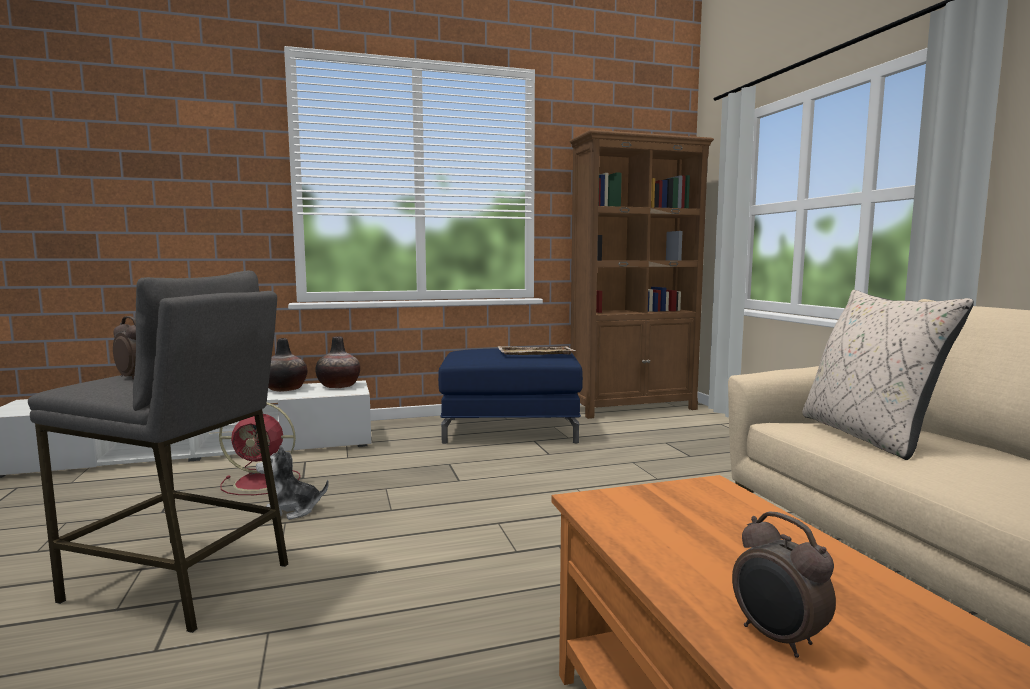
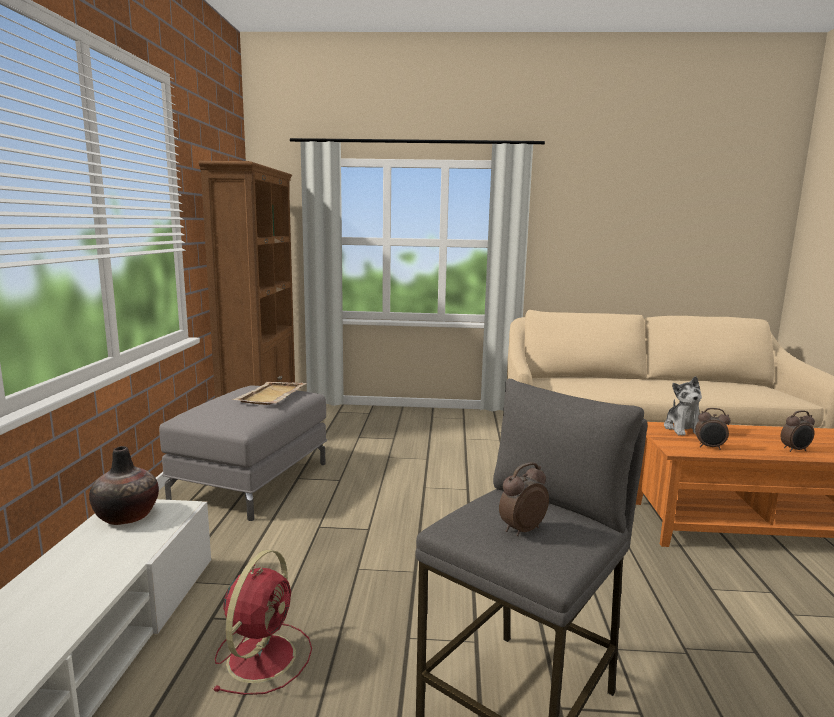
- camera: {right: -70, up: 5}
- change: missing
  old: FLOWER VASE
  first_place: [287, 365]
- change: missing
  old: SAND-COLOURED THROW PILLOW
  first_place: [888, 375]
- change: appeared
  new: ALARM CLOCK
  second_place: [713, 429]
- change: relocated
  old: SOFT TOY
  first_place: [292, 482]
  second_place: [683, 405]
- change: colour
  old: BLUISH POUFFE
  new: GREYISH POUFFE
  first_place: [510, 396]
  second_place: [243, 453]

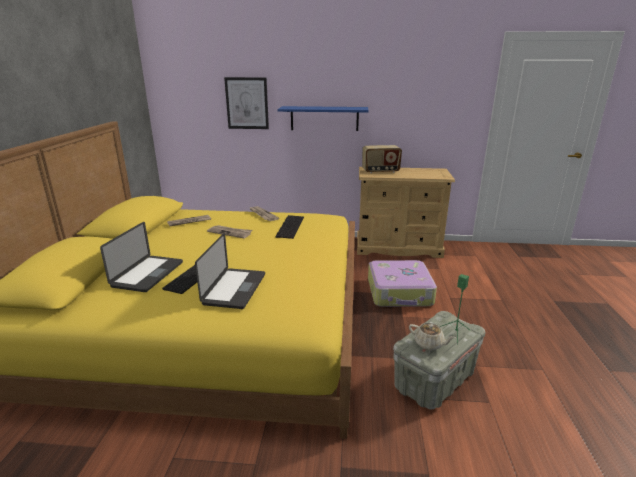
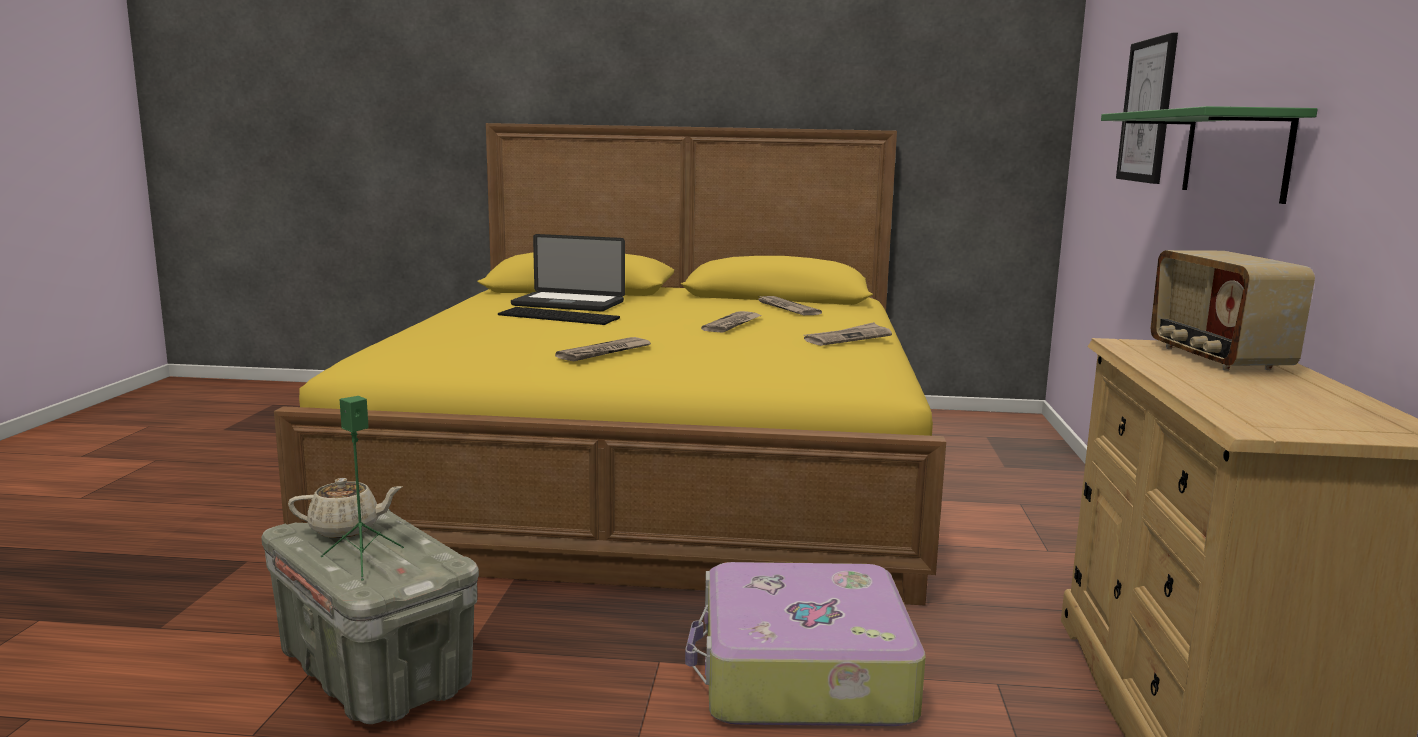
- camera: {right: 90, up: -10}
- change: missing
  old: PORTABLE COMPUTER
  first_place: [230, 271]
- change: missing
  old: PC KEYBOARD
  first_place: [290, 227]
- change: appeared
  new: DAILY PAPER
  second_place: [603, 349]
- change: colour
  old: BLUISH WALL SHELF
  new: GREEN-COLOURED WALL SHELF
  first_place: [323, 118]
  second_place: [1209, 155]
- change: spun
  old: SAND-COLOURED POT FOR TEA
  first_place: [432, 336]
  second_place: [345, 508]
  degrees: -135

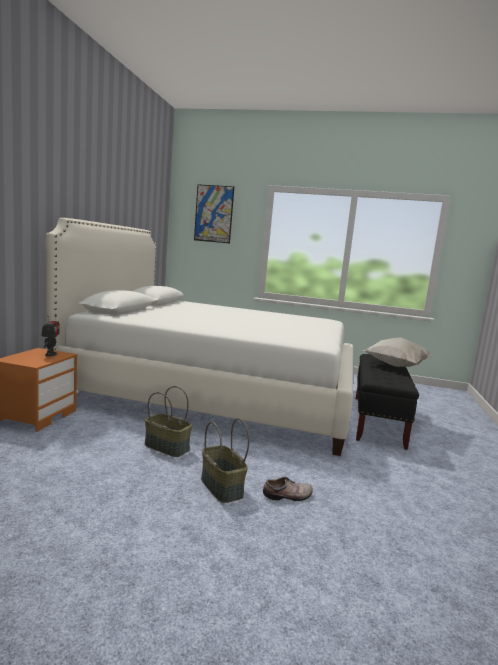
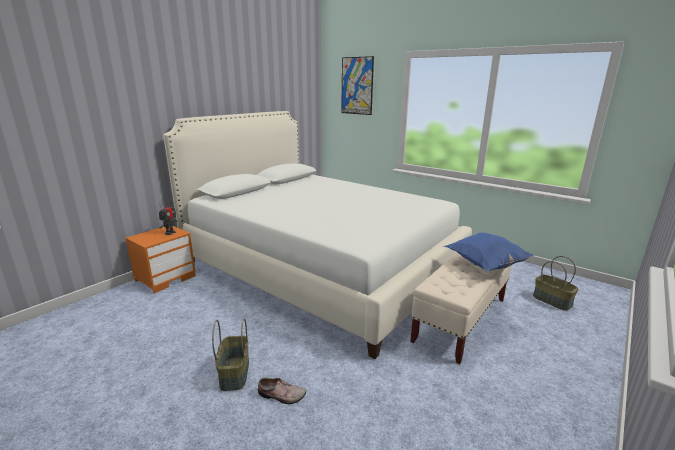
- camera: {right: 25, up: 10}
- change: relocated
  old: HOUSEHOLD BASKET
  first_place: [168, 421]
  second_place: [555, 283]
- change: colour
  old: BLACK-COLOURED BENCH
  new: SAND-COLOURED BENCH
  first_place: [387, 402]
  second_place: [460, 308]
- change: colour
  old: WHITISH THROW PILLOW
  new: BLUISH THROW PILLOW
  first_place: [396, 352]
  second_place: [488, 252]

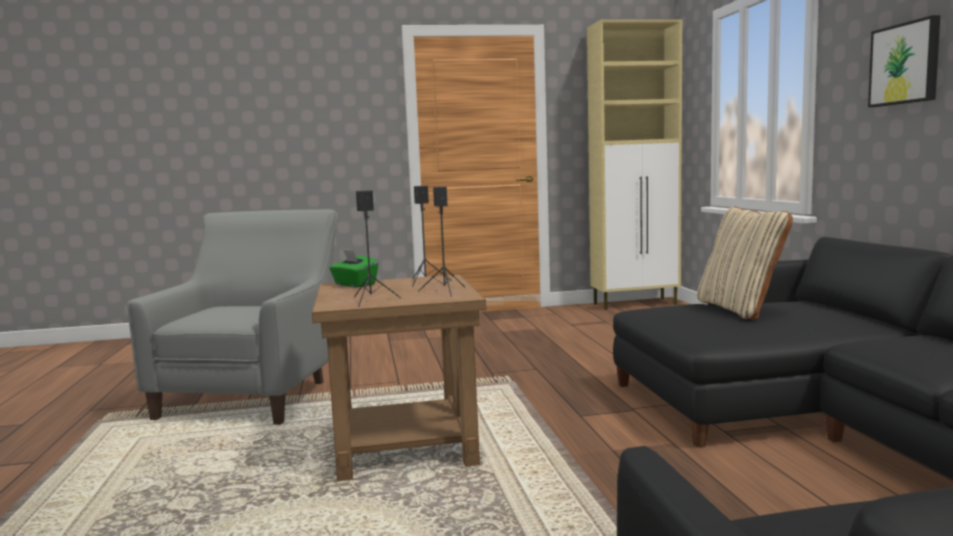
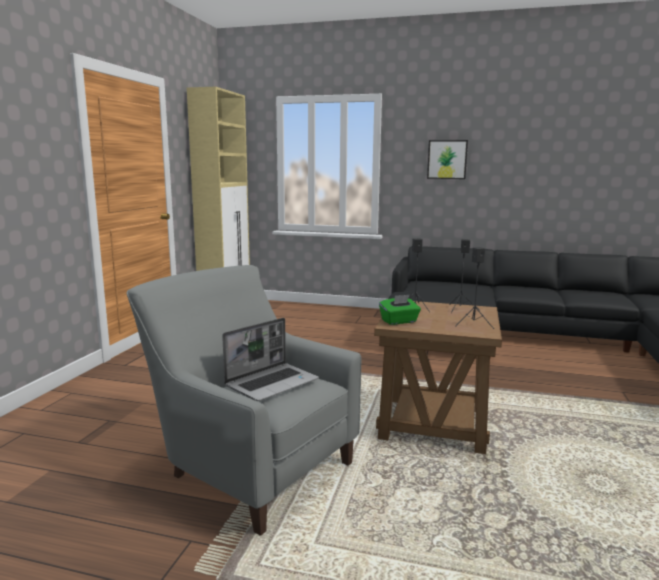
- camera: {right: -65, up: 5}
- change: missing
  old: SAND-COLOURED THROW PILLOW
  first_place: [745, 263]
- change: appeared
  new: PORTABLE COMPUTER
  second_place: [270, 359]

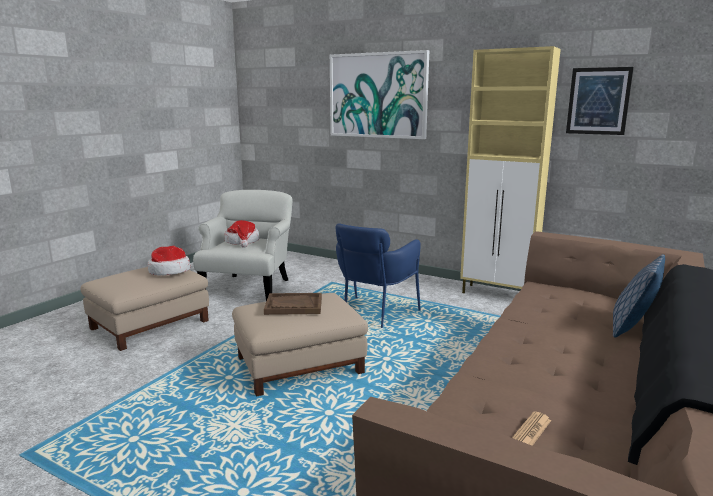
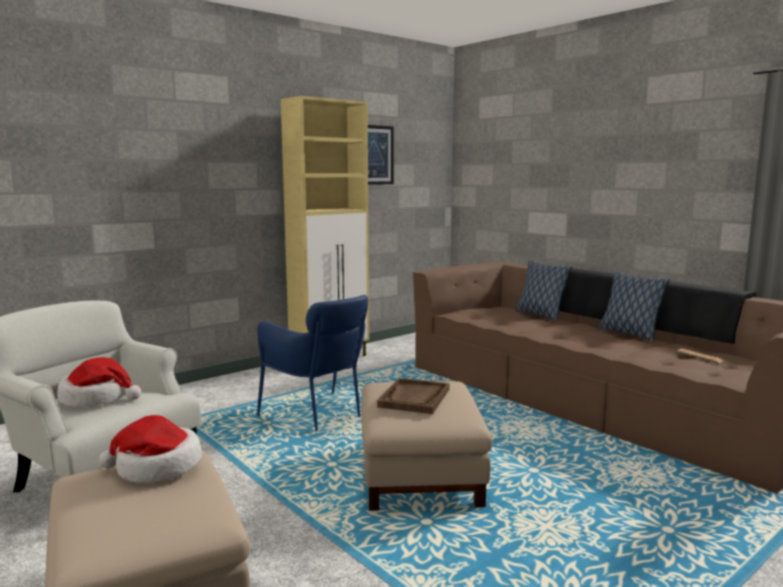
- camera: {right: -70, up: -5}
- change: missing
  old: WALL ART
  first_place: [379, 94]
- change: appeared
  new: THROW PILLOW
  second_place: [634, 306]

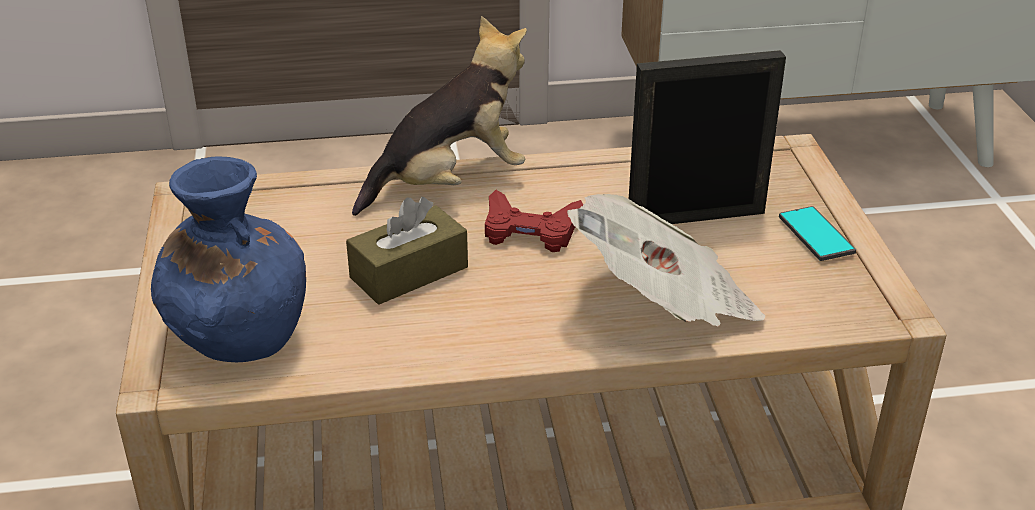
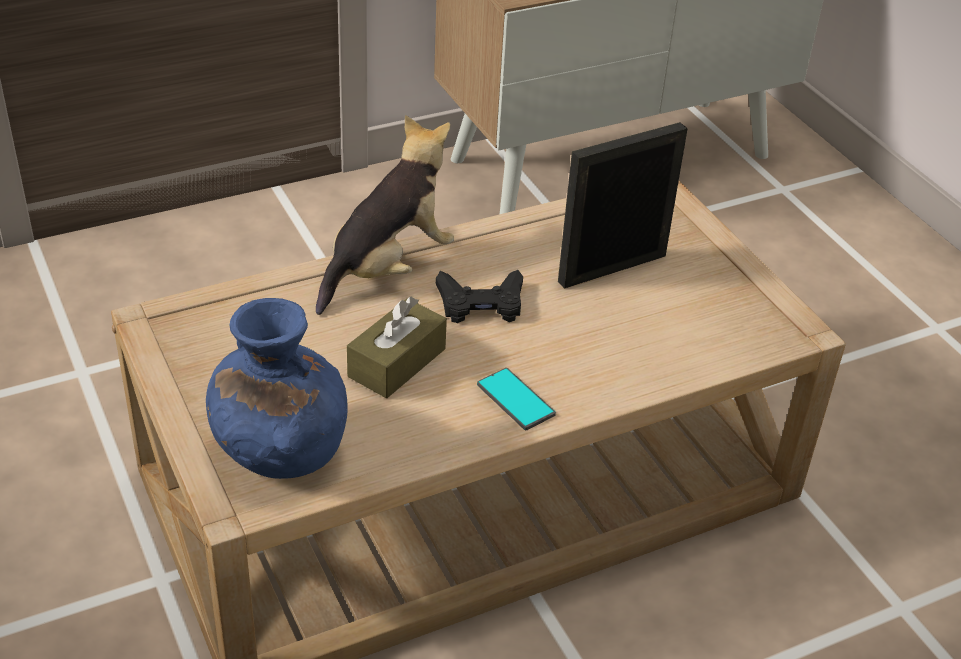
- camera: {right: -20, up: 5}
- change: missing
  old: DAILY PAPER
  first_place: [666, 260]
- change: relocated
  old: PHONE
  first_place: [817, 233]
  second_place: [516, 399]
- change: colour
  old: REDDISH GAMEPAD
  new: BLACK-COLOURED GAMEPAD
  first_place: [534, 221]
  second_place: [479, 296]

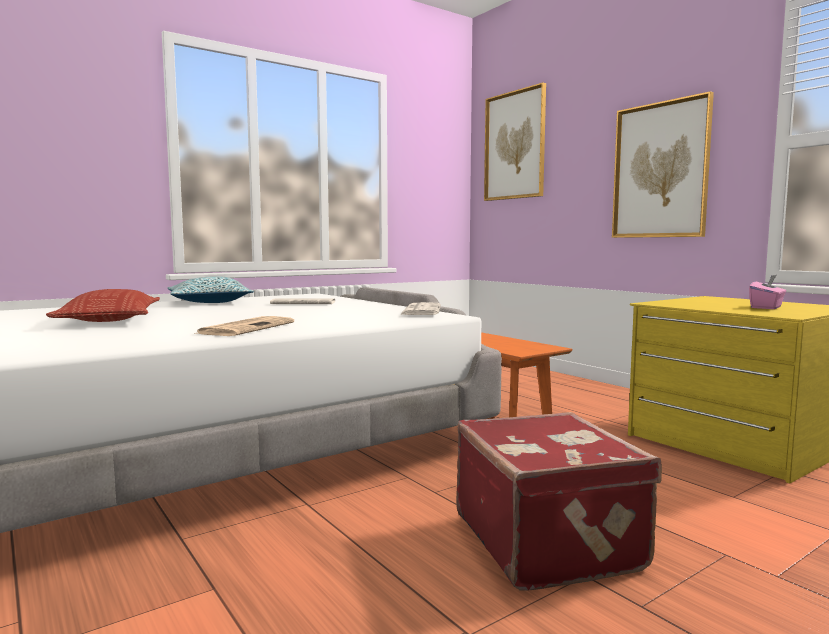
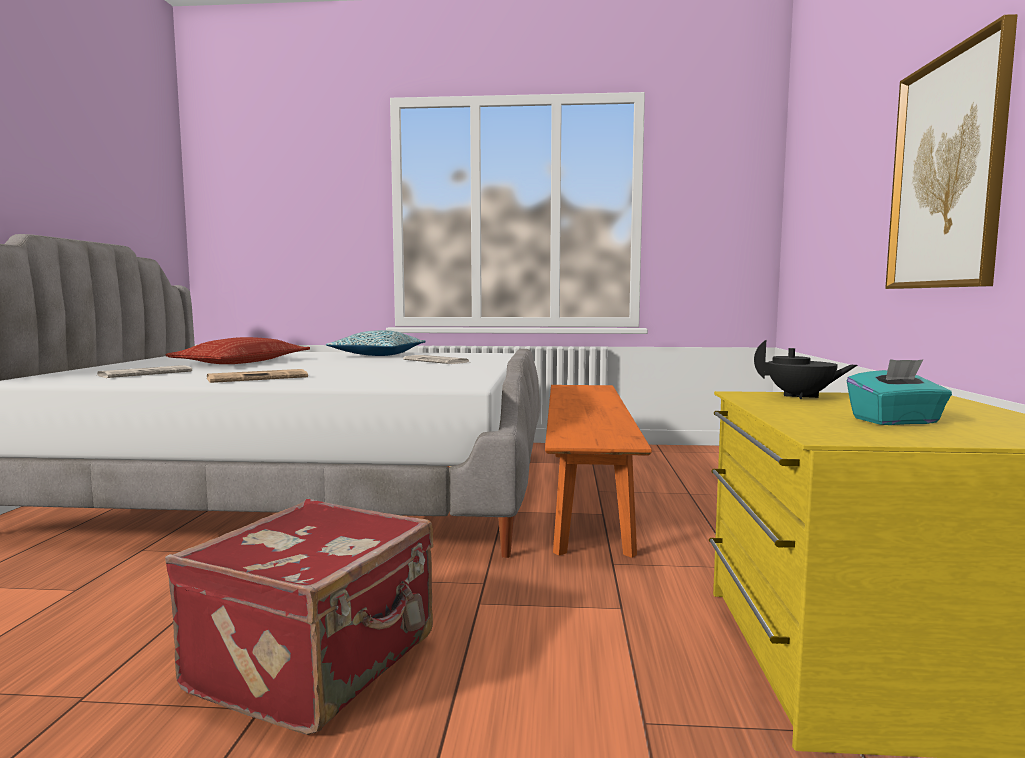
- camera: {right: 40, up: 0}
- change: missing
  old: WALL ART
  first_place: [515, 142]
- change: appeared
  new: BLACK-COLOURED POT FOR TEA
  second_place: [805, 369]
- change: relocated
  old: DAILY PAPER
  first_place: [420, 308]
  second_place: [144, 371]
- change: colour
  old: PINK TISSUE HOLDER
  new: BLUE-GREEN TISSUE HOLDER
  first_place: [767, 292]
  second_place: [899, 392]

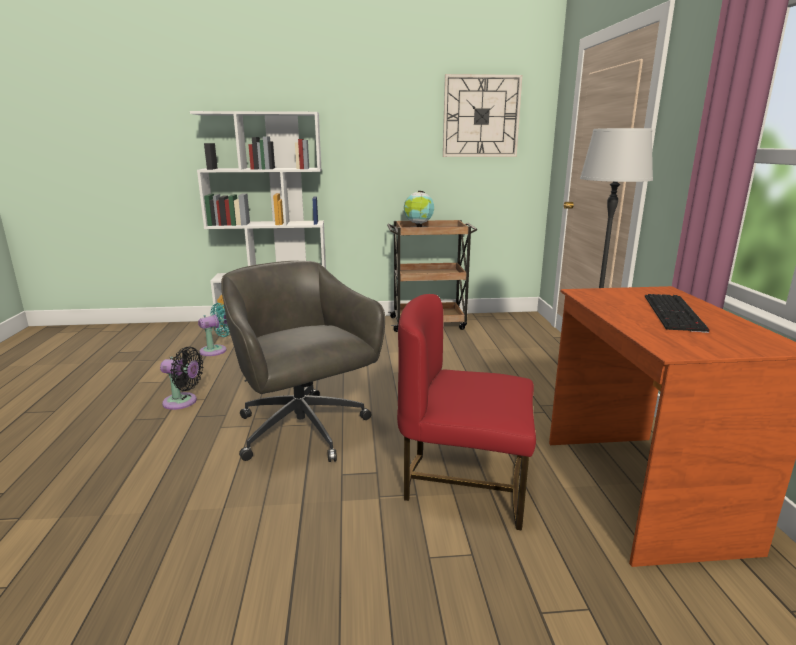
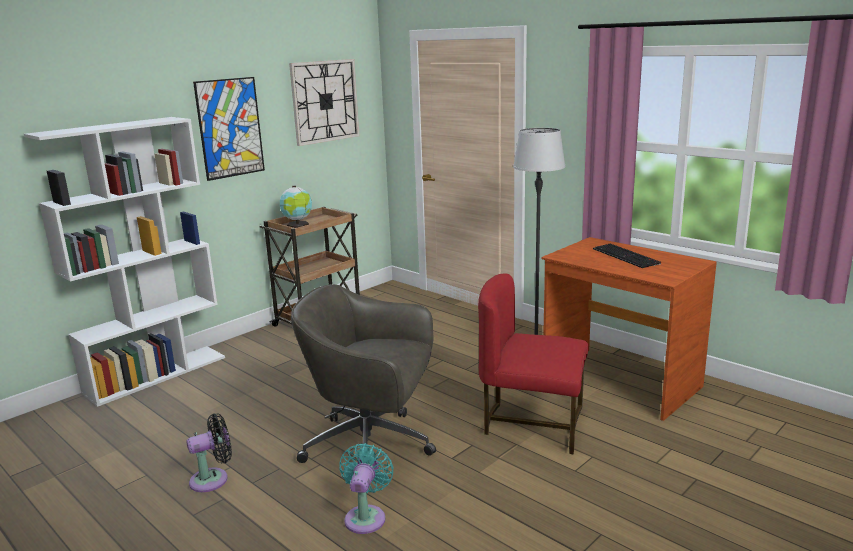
- camera: {right: -40, up: 0}
- change: appeared
  new: WALL ART
  second_place: [229, 129]
- change: relocated
  old: BLUE-GREEN COOLING FAN
  first_place: [214, 329]
  second_place: [366, 488]
- change: spun
  old: REDDISH UPRIGHT CHAIR
  first_place: [466, 412]
  second_place: [533, 364]
  degrees: 45

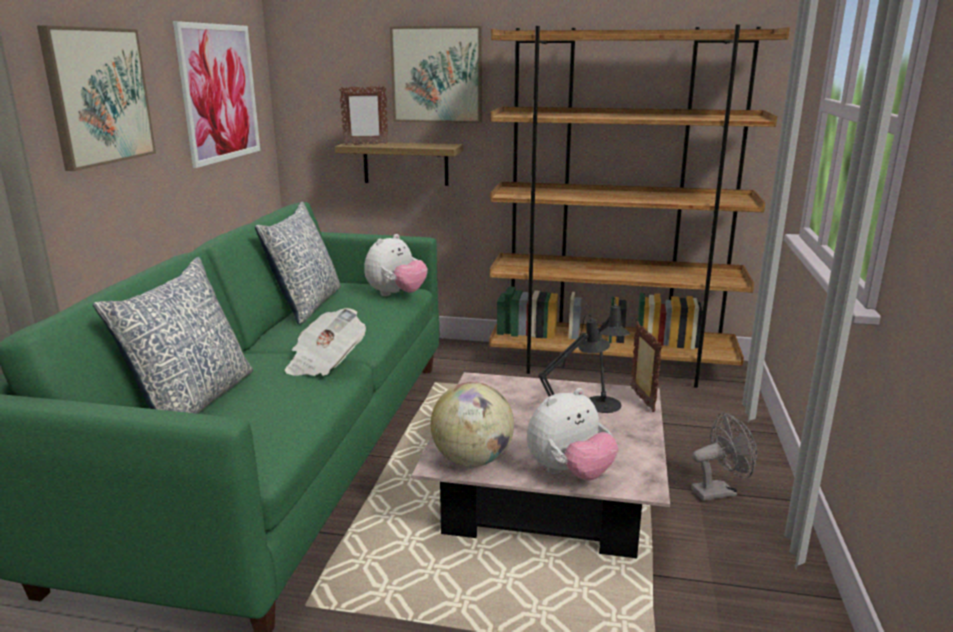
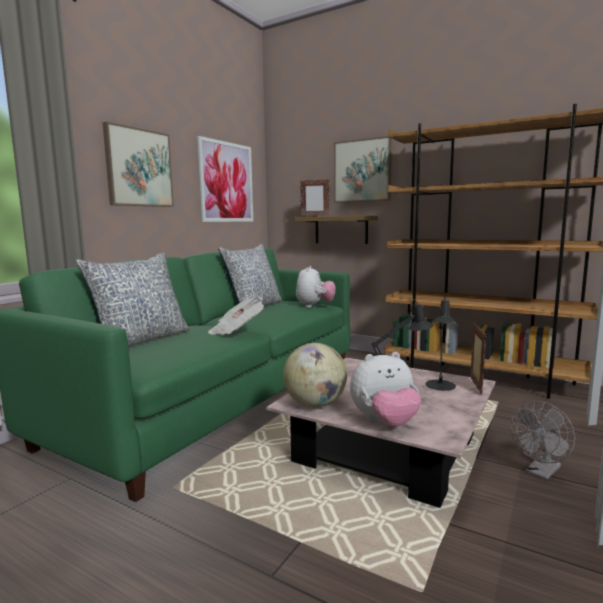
- camera: {right: 20, up: -10}
- change: spun
  old: SOFT TOY
  first_place: [396, 265]
  second_place: [316, 287]
  degrees: -45
- change: spun
  old: GREYISH COOLING FAN
  first_place: [724, 457]
  second_place: [543, 440]
  degrees: 135

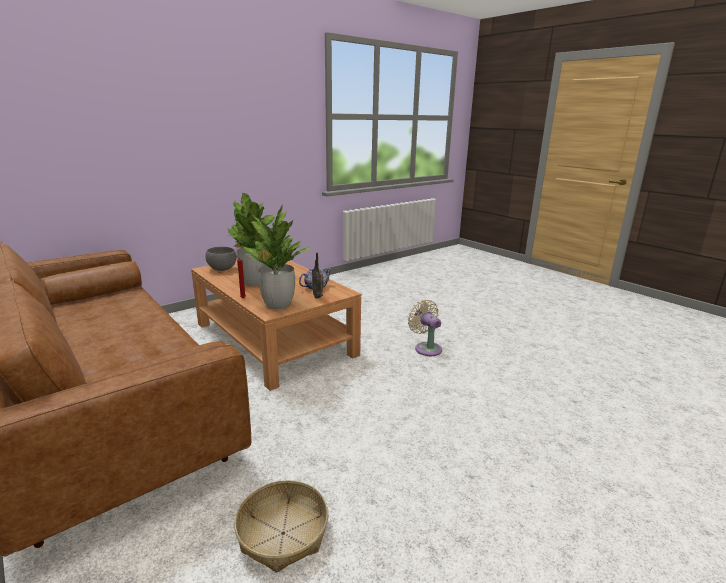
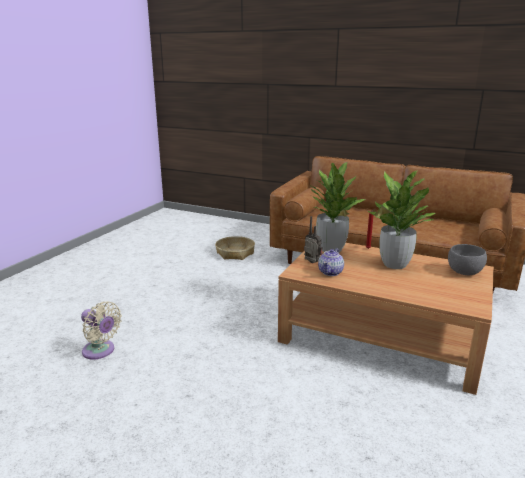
- camera: {right: 155, up: 0}
- change: relocated
  old: SAND-COLOURED COOLING FAN
  first_place: [425, 328]
  second_place: [101, 330]

